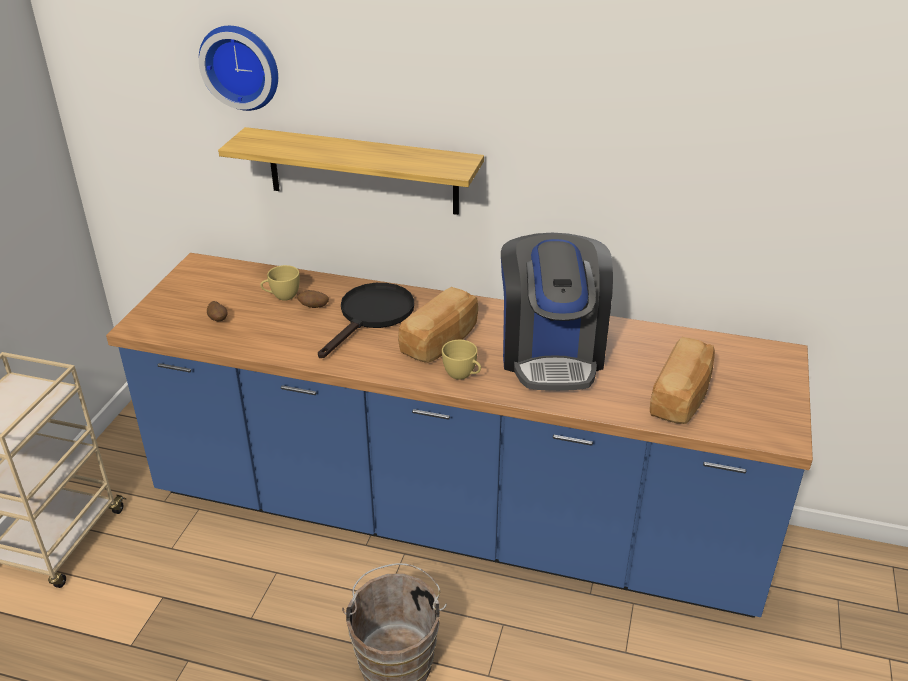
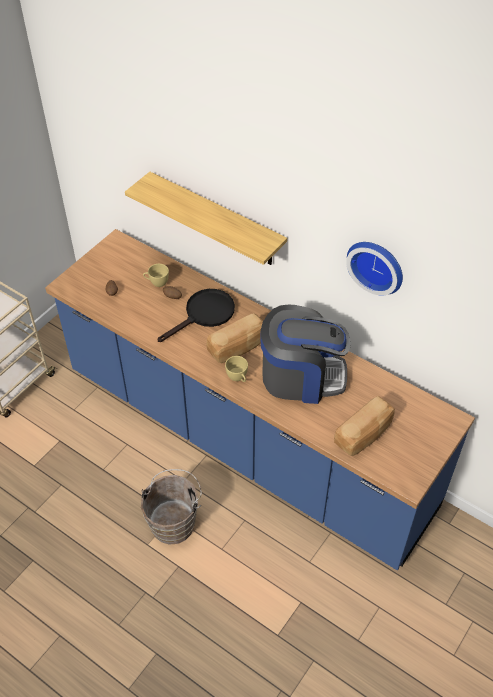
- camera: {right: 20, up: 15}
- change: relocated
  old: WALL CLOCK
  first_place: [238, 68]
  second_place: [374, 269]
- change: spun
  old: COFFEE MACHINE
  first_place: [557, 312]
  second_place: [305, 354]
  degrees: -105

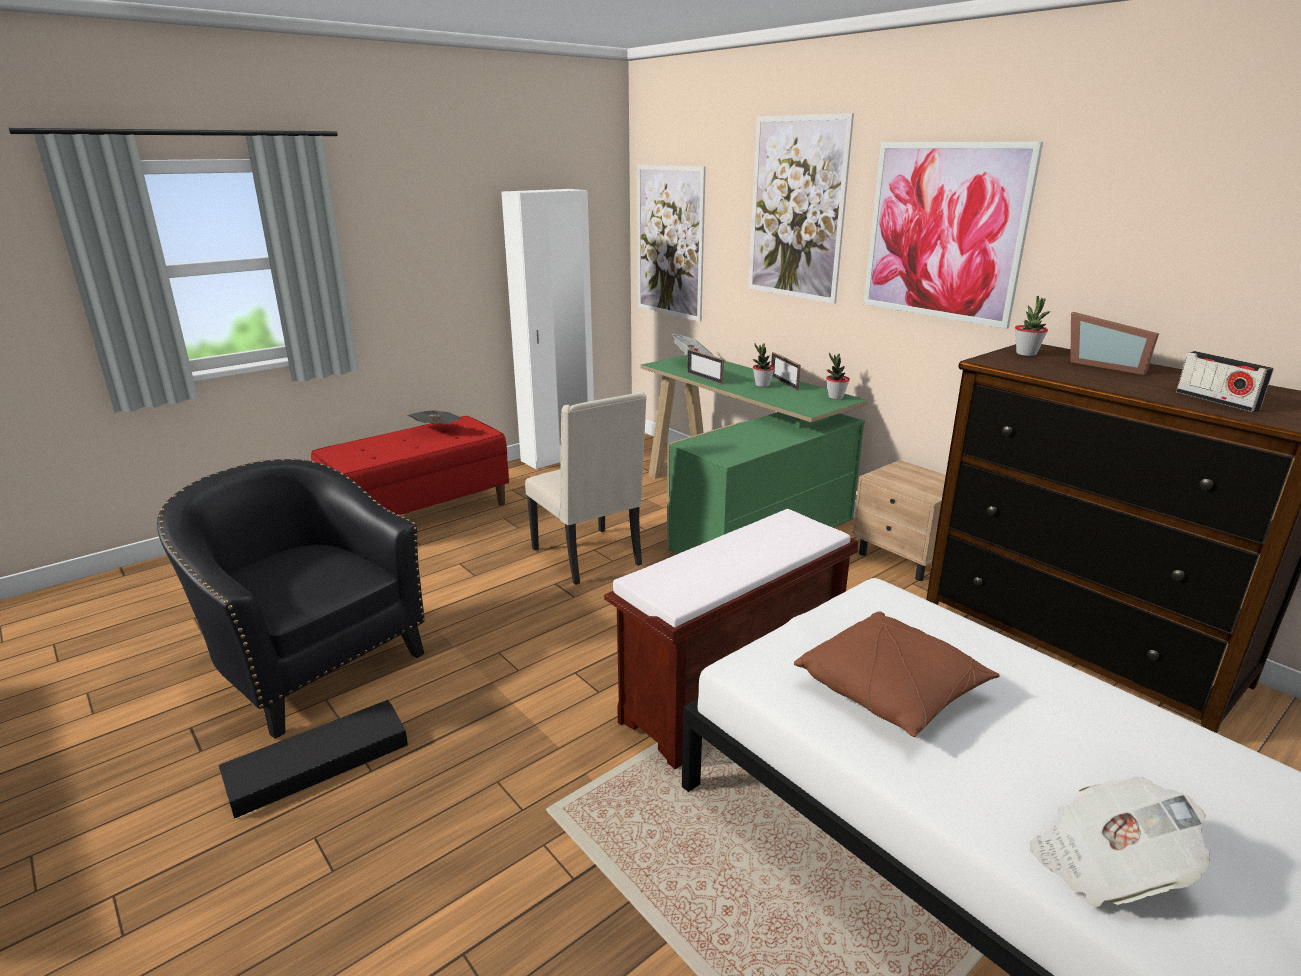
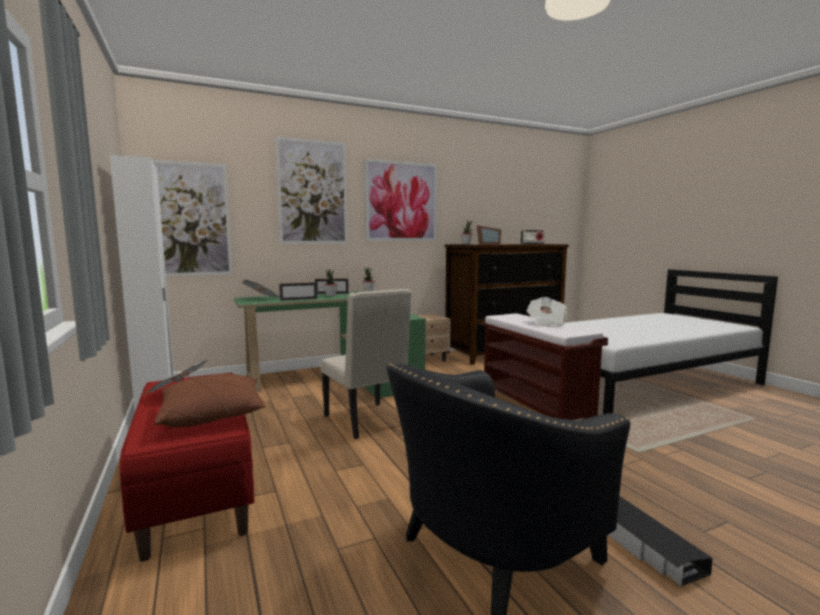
- camera: {right: -75, up: -15}
- change: relocated
  old: BROWN THROW PILLOW
  first_place: [897, 674]
  second_place: [210, 400]
- change: relocated
  old: DAILY PAPER
  first_place: [1120, 841]
  second_place: [546, 312]
- change: spun
  old: SAND-COLOURED UPRIGHT CHAIR
  first_place: [586, 488]
  second_place: [366, 364]
  degrees: 75

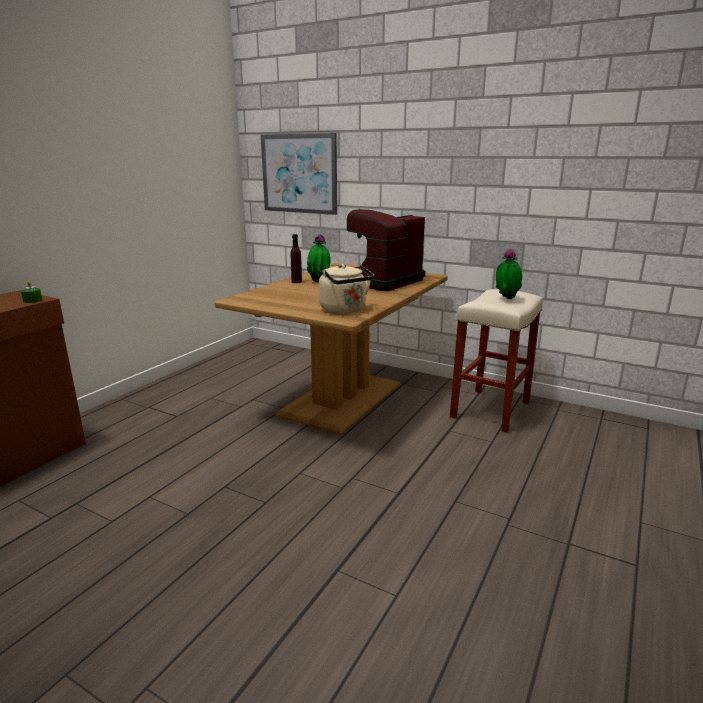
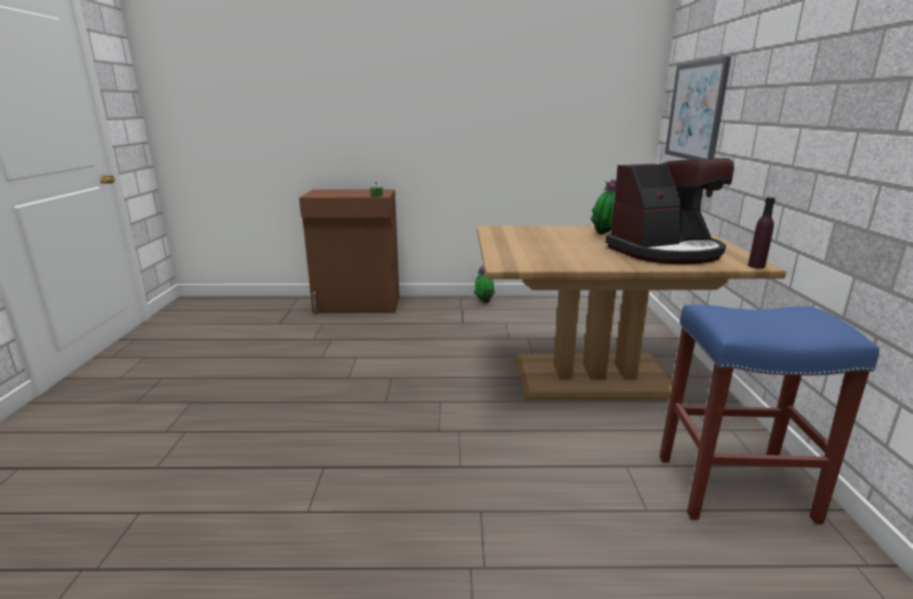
- camera: {right: 60, up: 0}
- change: missing
  old: SAND-COLOURED KETTLE
  first_place: [346, 288]
- change: relocated
  old: PURPLISH BEVERAGE BOTTLE
  first_place: [296, 258]
  second_place: [761, 233]
- change: relocated
  old: POTTED PLANT
  first_place: [509, 274]
  second_place: [484, 284]
- change: colour
  old: SAND-COLOURED STOOL SEAT
  new: BLUISH STOOL SEAT
  first_place: [496, 361]
  second_place: [769, 414]
- change: spun
  old: COFFEE MACHINE
  first_place: [386, 250]
  second_place: [669, 211]
  degrees: 150

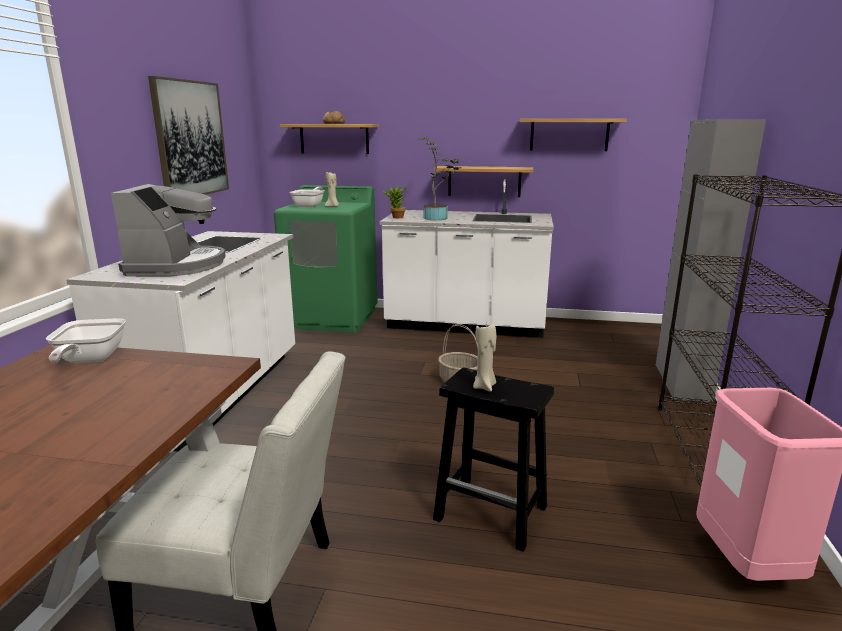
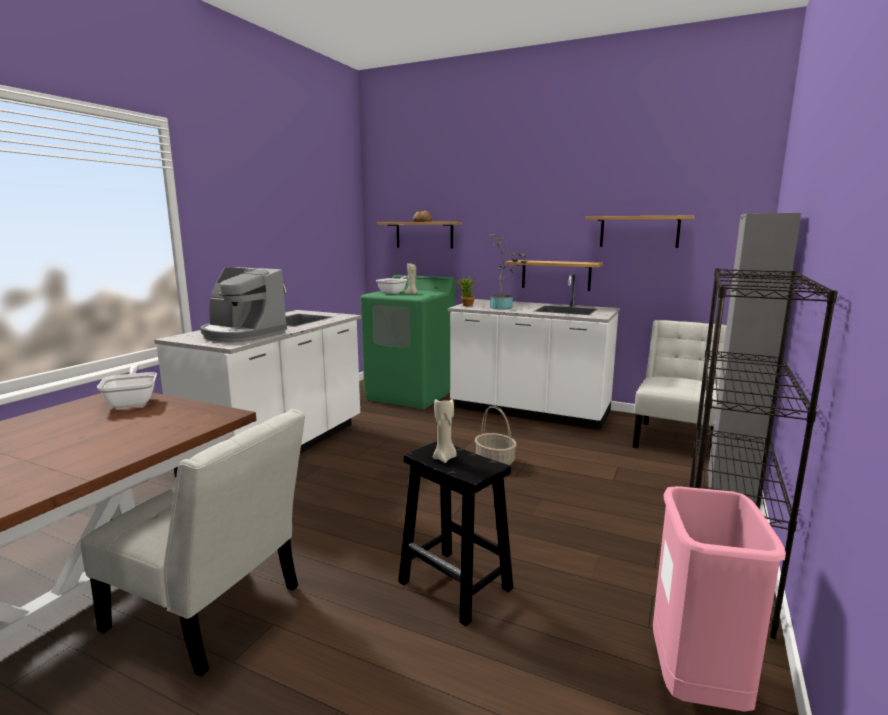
- camera: {right: 15, up: -5}
- change: missing
  old: WALL ART
  first_place: [188, 135]
- change: appeared
  new: WHITISH UPRIGHT CHAIR
  second_place: [680, 389]
- change: spun
  old: FRYING PAN
  first_place: [86, 340]
  second_place: [127, 386]
  degrees: 150
- change: spun
  old: COFFEE MACHINE
  first_place: [168, 230]
  second_place: [243, 304]
  degrees: 105

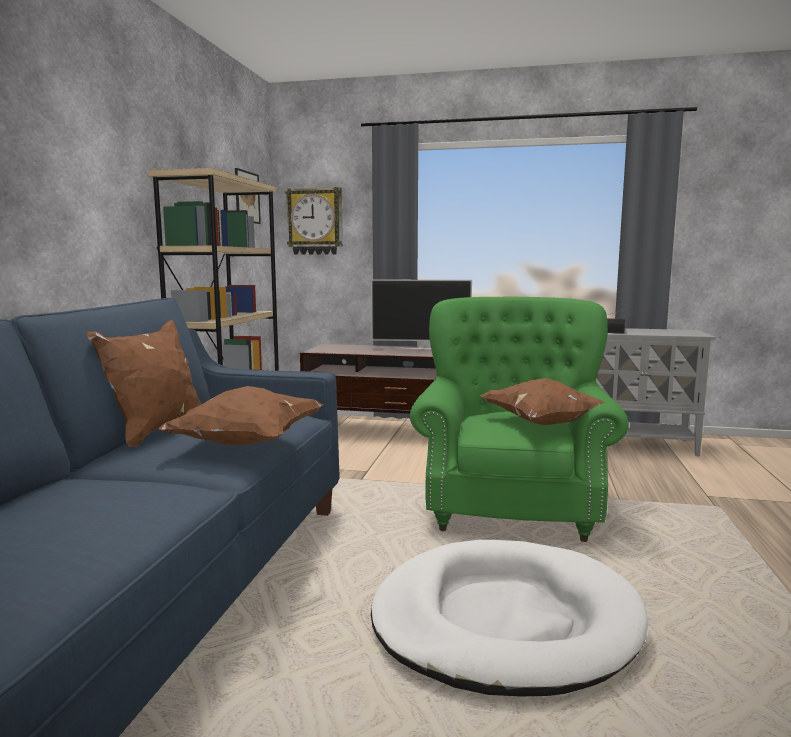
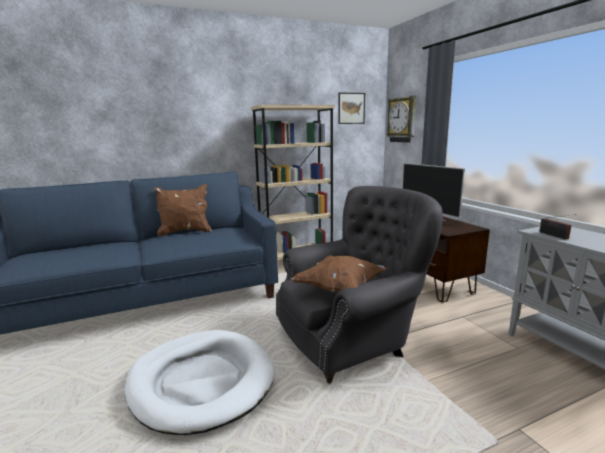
- camera: {right: 55, up: 5}
- change: missing
  old: BROWN THROW PILLOW
  first_place: [240, 415]
- change: colour
  old: GREEN-COLOURED LOUNGE CHAIR
  new: GREYISH LOUNGE CHAIR
  first_place: [519, 419]
  second_place: [359, 284]

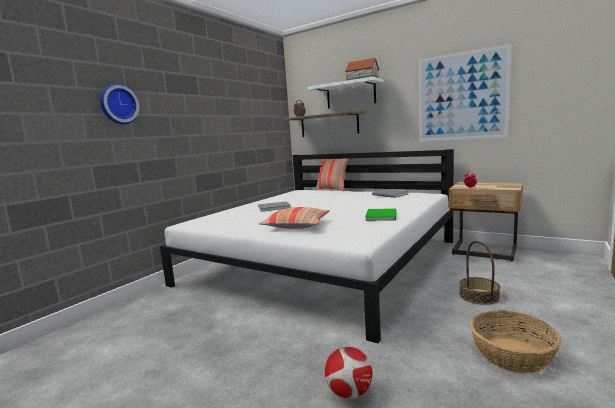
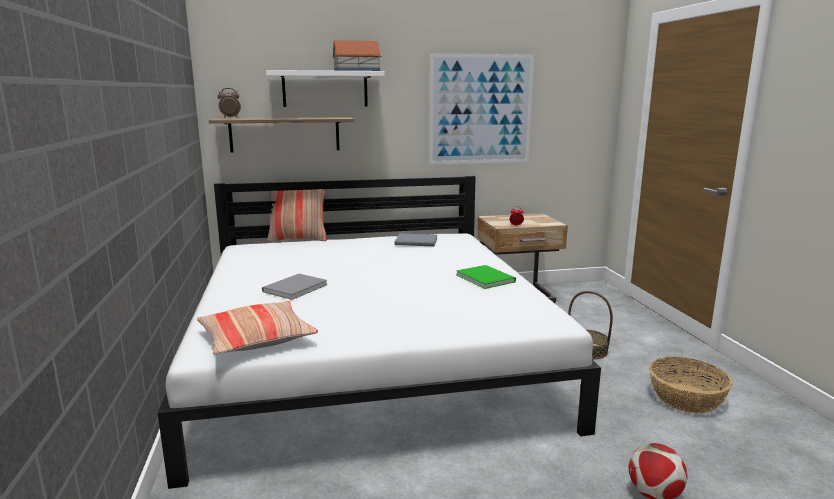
- camera: {right: -45, up: 5}
- change: missing
  old: WALL CLOCK
  first_place: [119, 103]
- change: relocated
  old: THROW PILLOW
  first_place: [294, 218]
  second_place: [257, 328]

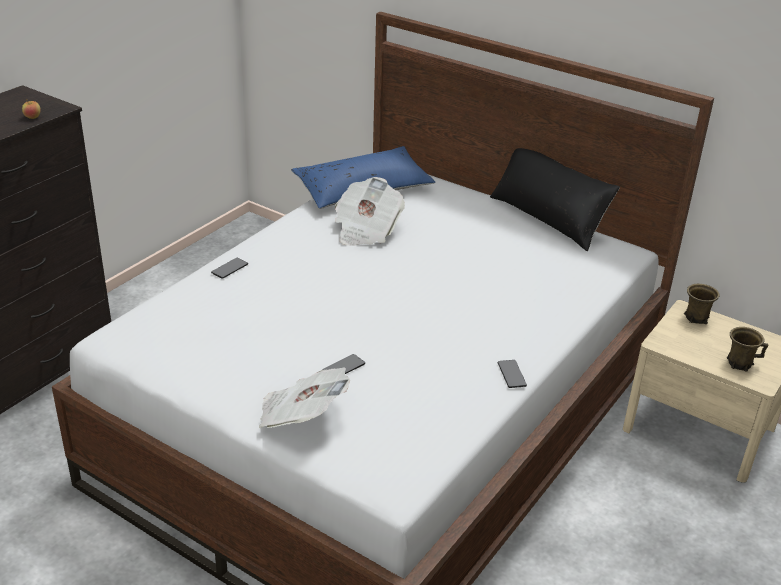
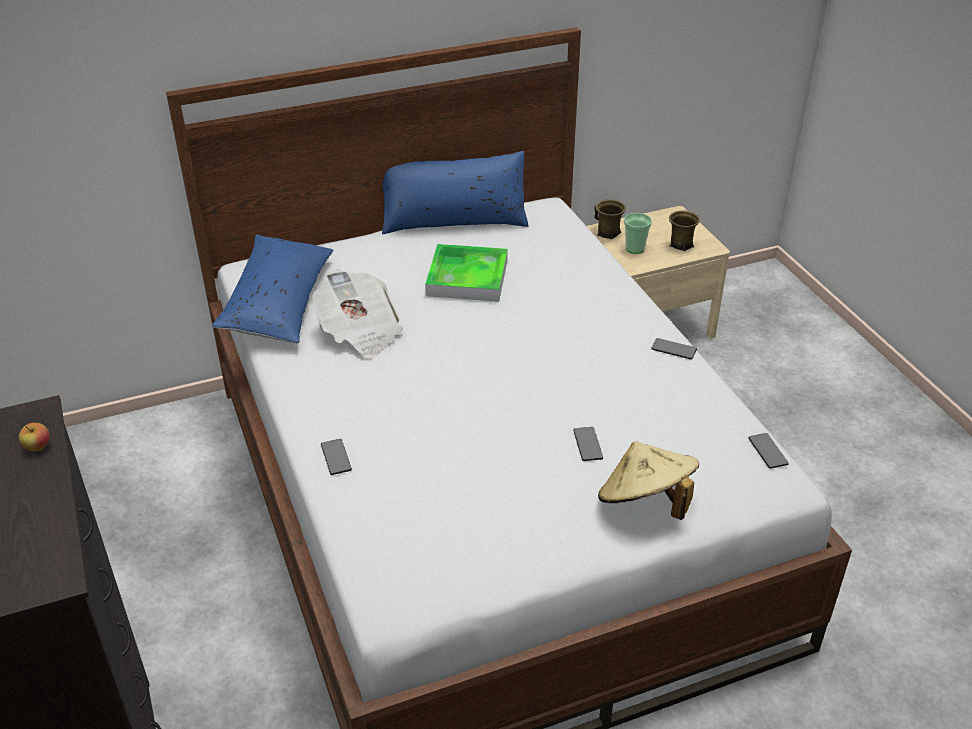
- camera: {right: -55, up: 5}
- change: appeared
  new: CARRYING TRAY
  second_place: [466, 273]
- change: appeared
  new: DRINKING CUP
  second_place: [638, 233]
- change: appeared
  new: PHONE
  second_place: [768, 451]
- change: exchanged
  old: DAILY PAPER
  new: SAND-COLOURED HAT
  first_place: [304, 398]
  second_place: [648, 480]
- change: colour
  old: BLACK-COLOURED THROW PILLOW
  new: BLUISH THROW PILLOW
  first_place: [555, 200]
  second_place: [455, 192]

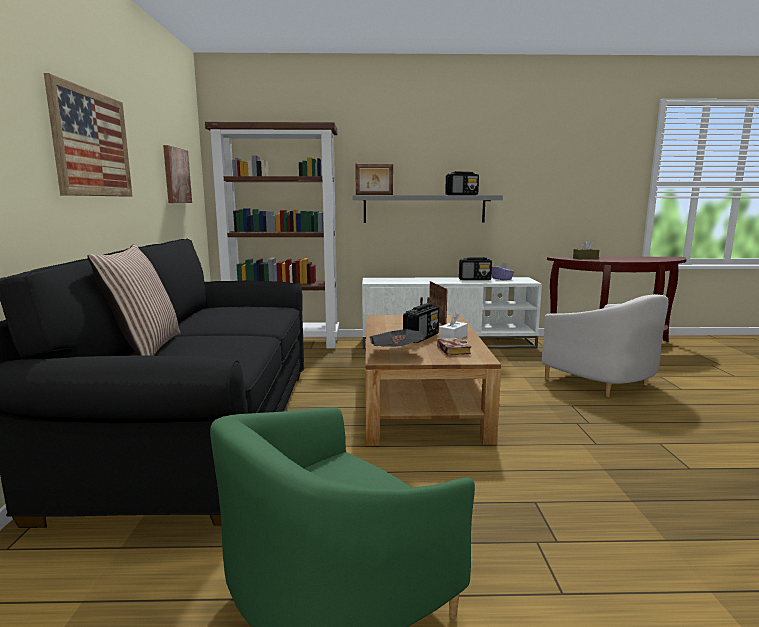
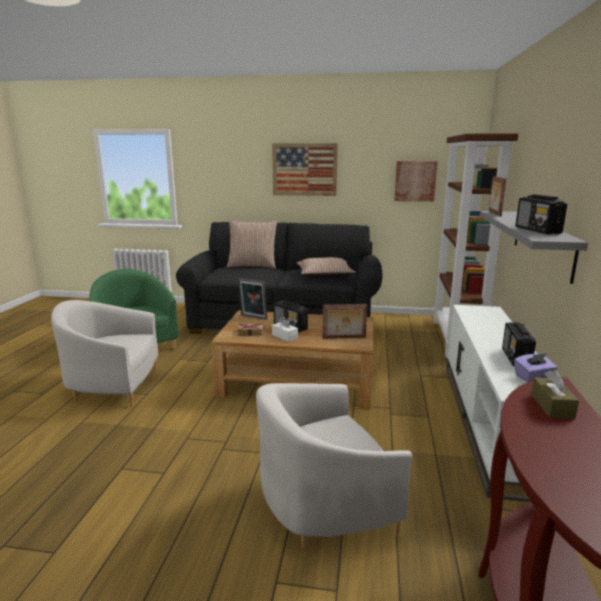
- camera: {right: 100, up: 5}
- change: appeared
  new: WHITISH LOUNGE CHAIR
  second_place: [104, 353]
- change: appeared
  new: THROW PILLOW
  second_place: [326, 267]
- change: exchanged
  old: DAILY PAPER
  new: STANDING FRAME
  first_place: [397, 338]
  second_place: [252, 299]

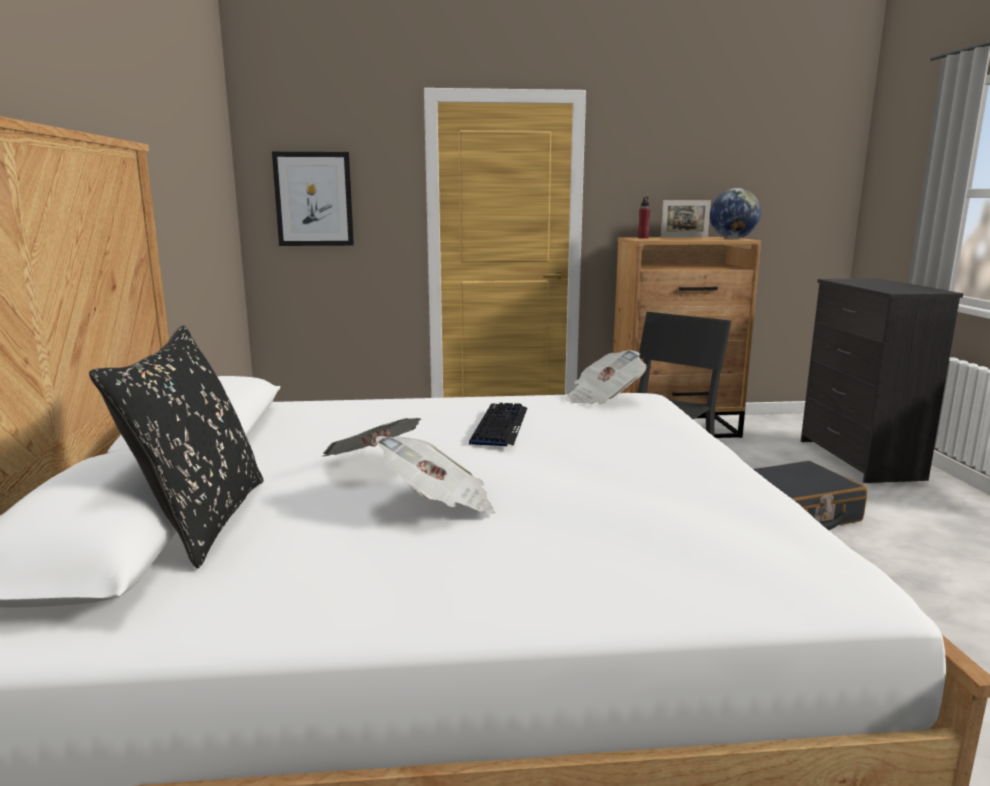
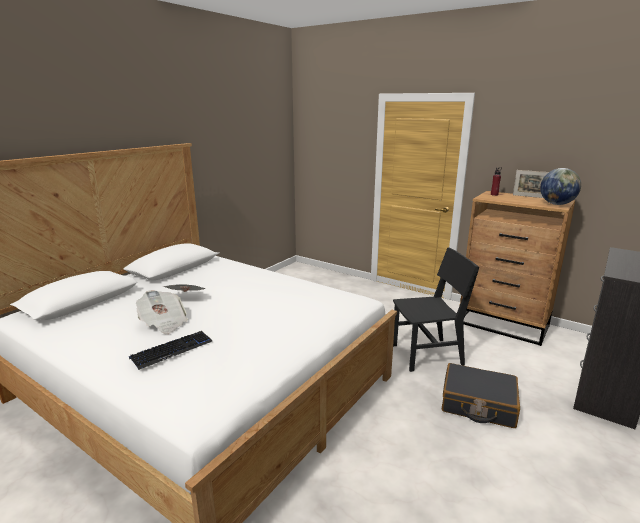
- camera: {right: 40, up: 5}
- change: missing
  old: BLACK-COLOURED THROW PILLOW
  first_place: [176, 447]
- change: missing
  old: WALL ART
  first_place: [313, 199]
- change: missing
  old: DAILY PAPER
  first_place: [605, 377]
- change: relocated
  old: PC KEYBOARD
  first_place: [498, 424]
  second_place: [170, 350]

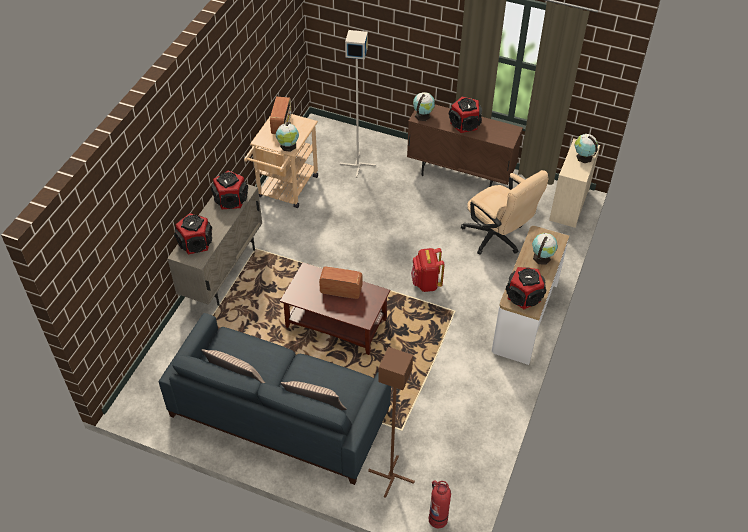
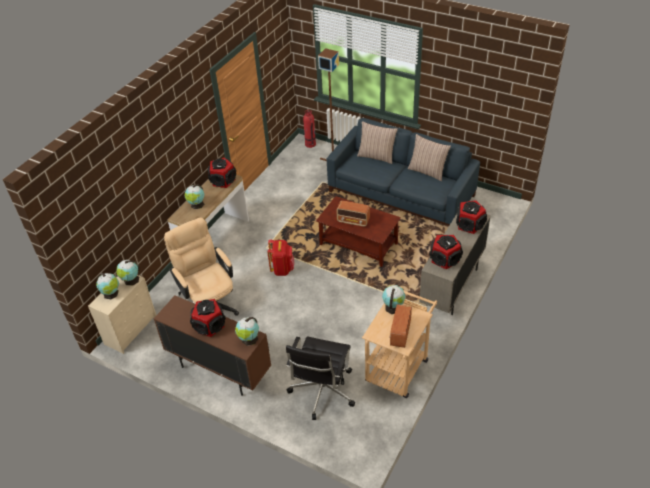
- camera: {right: -170, up: -5}
- change: appeared
  new: DESK GLOBE
  second_place: [127, 273]
- change: exchanged
  old: GREYISH STANDING LAMP
  new: BLACK-COLOURED OFFICE CHAIR
  first_place: [358, 104]
  second_place: [320, 378]

